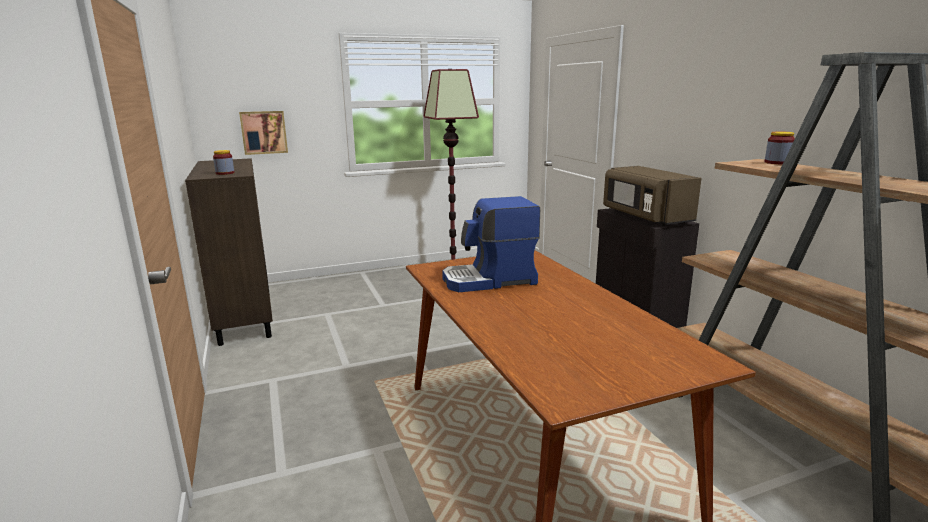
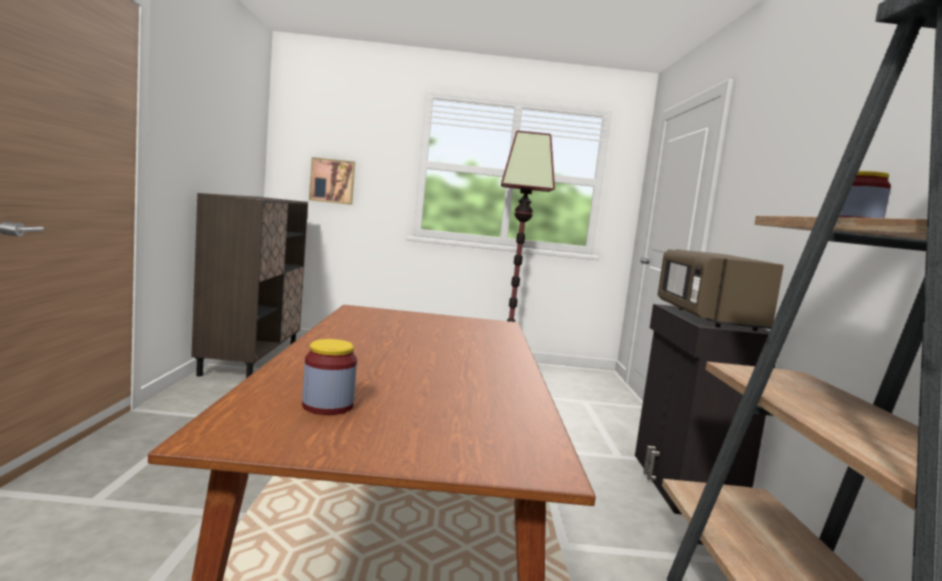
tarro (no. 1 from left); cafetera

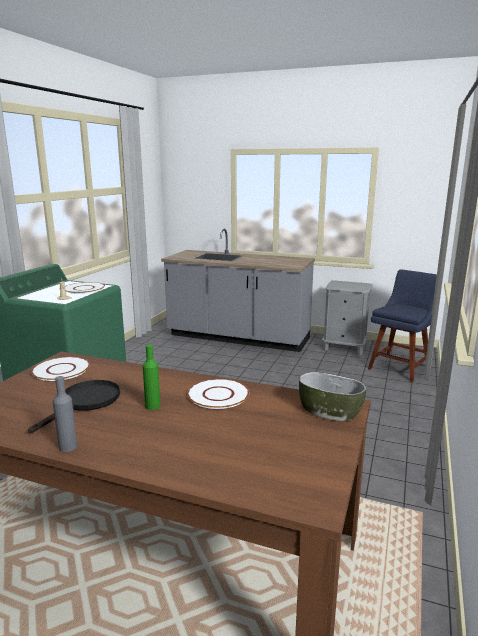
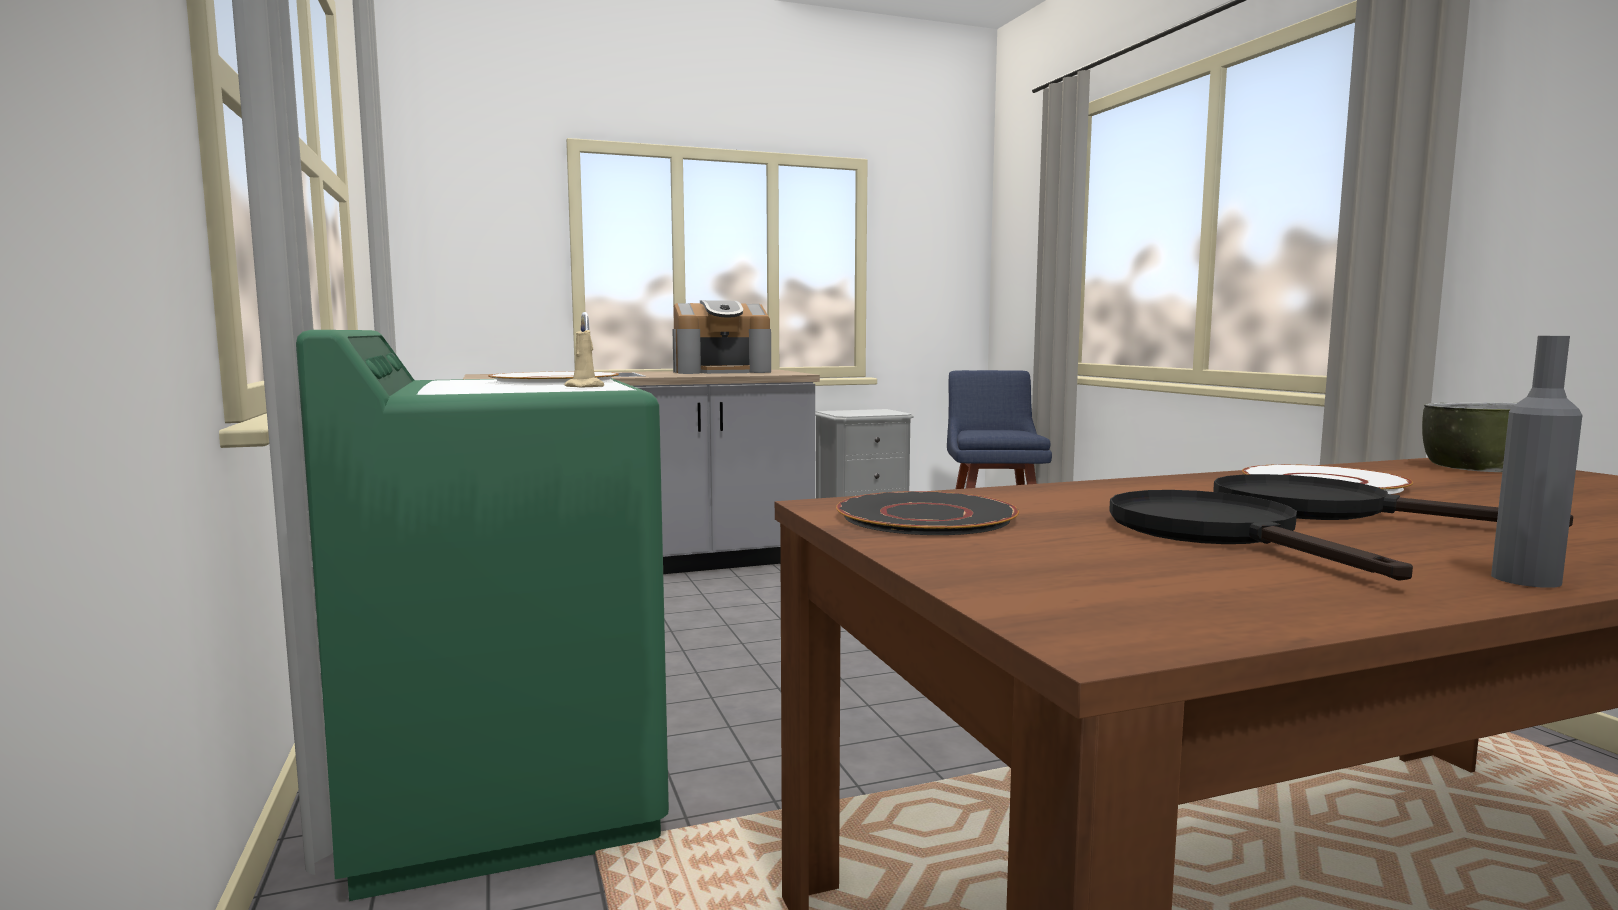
plato/negro; sartén/negro (no. 2 from left); cafetera

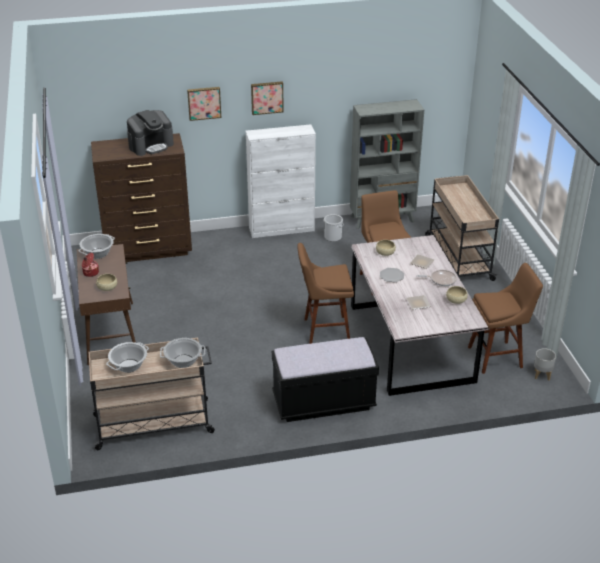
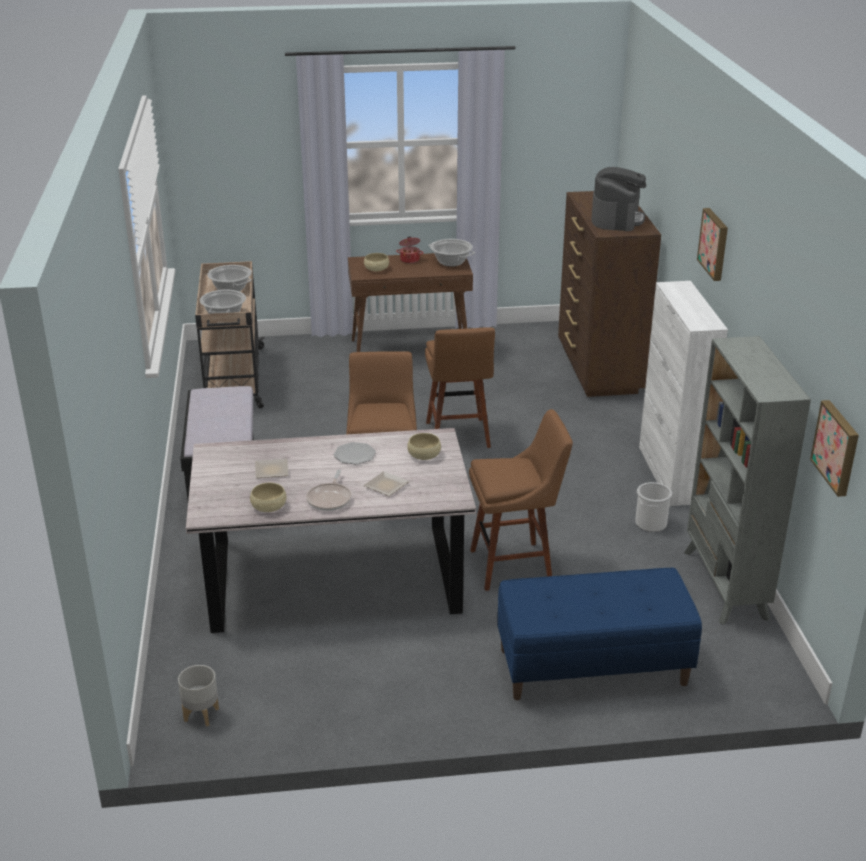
cafetera; cuadro (no. 2 from left); banco/azul; taburete/marrón (no. 2 from left)

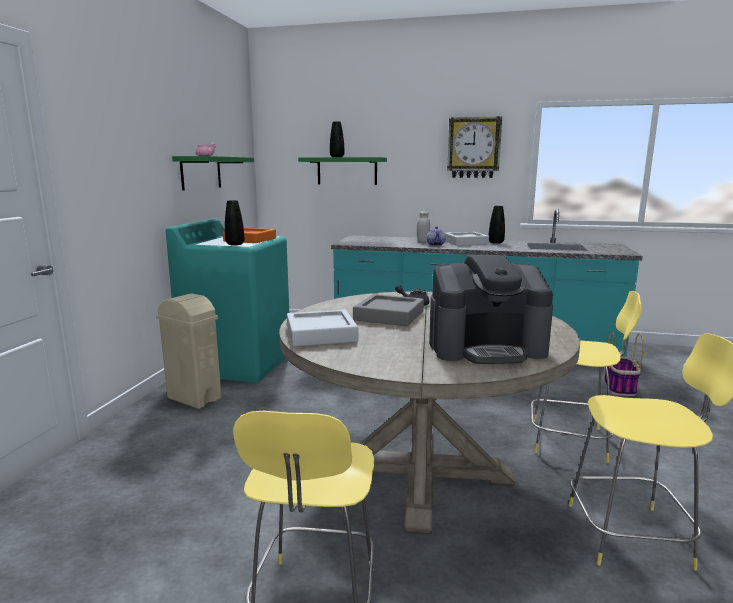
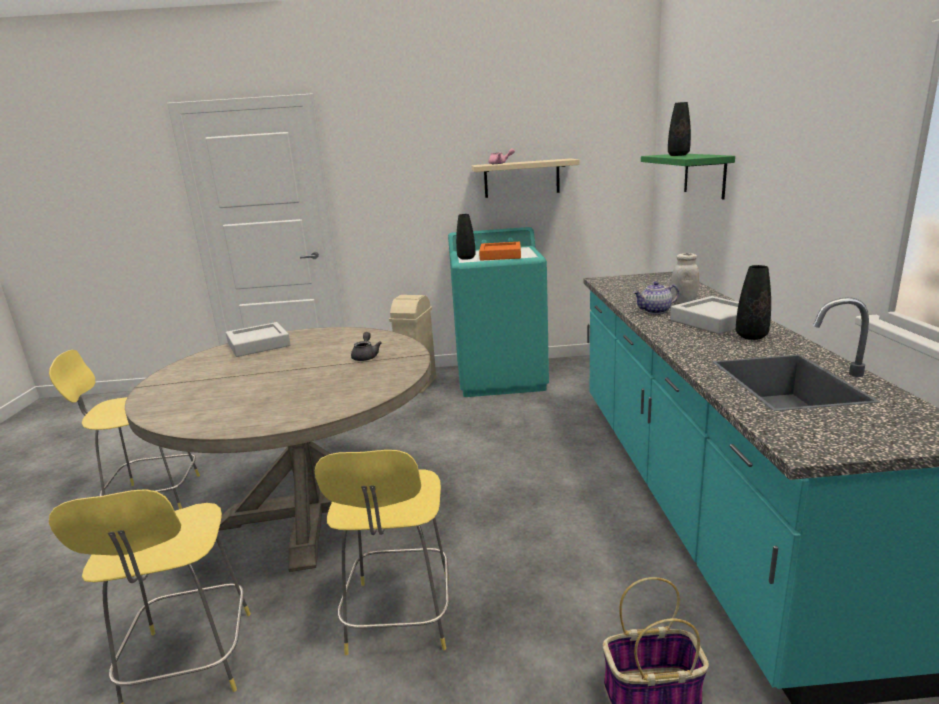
estante/beis; bandeja/gris (no. 2 from left in the first image); cafetera; reloj de pared

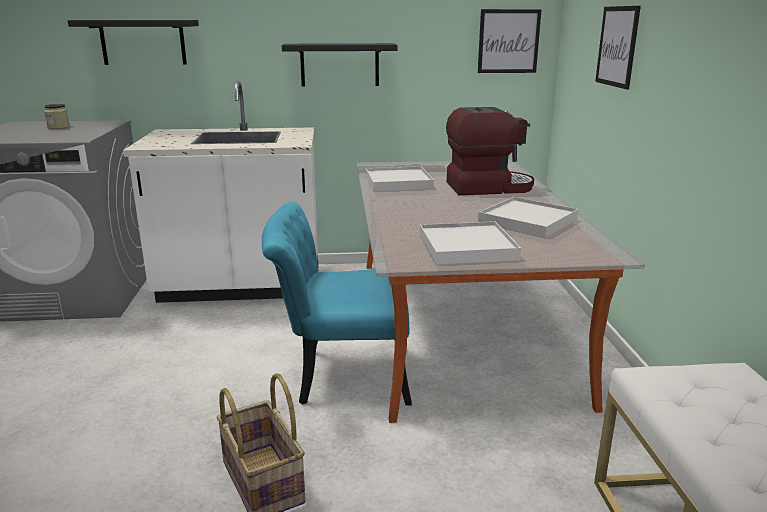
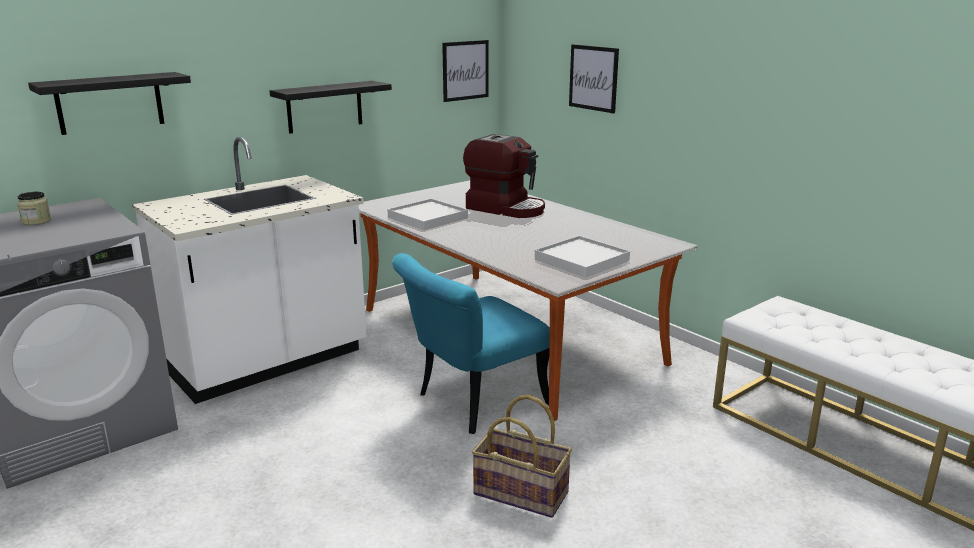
cafetera; bandeja/blanco (no. 3 from left in the first image)

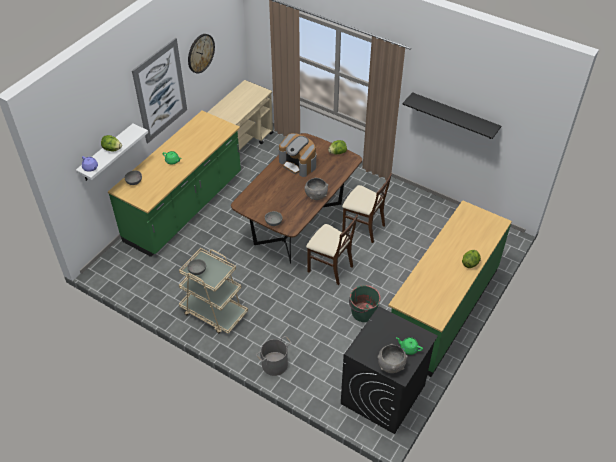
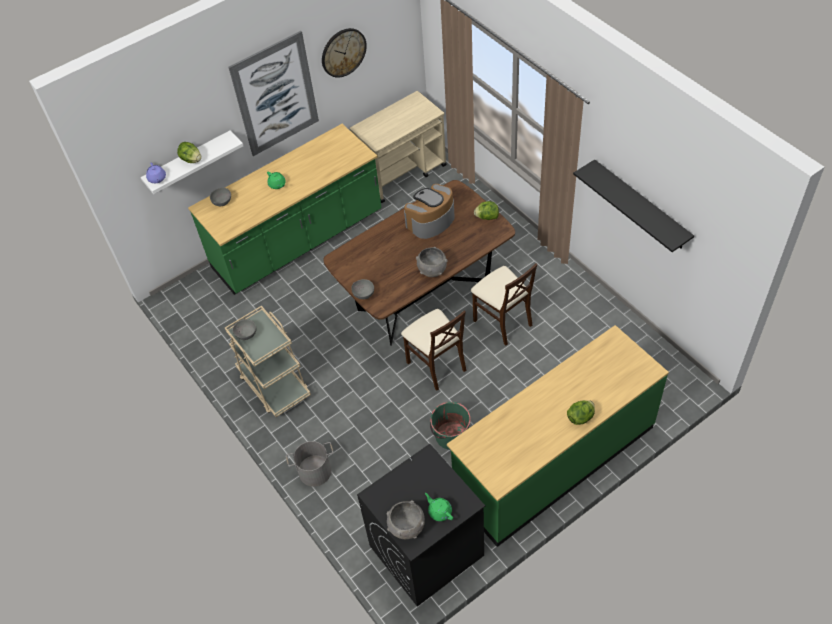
cafetera

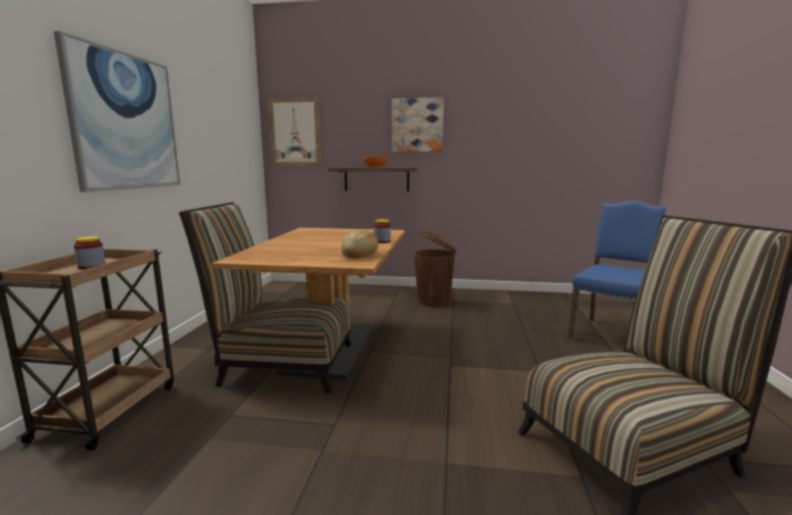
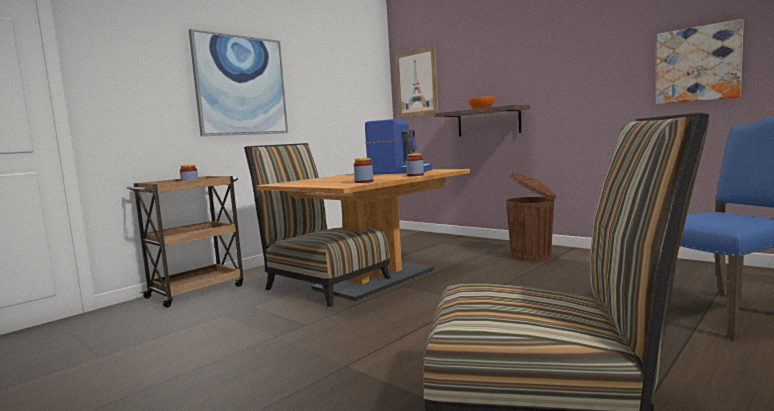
tarro (no. 2 from left); cuadro (no. 3 from left); cafetera

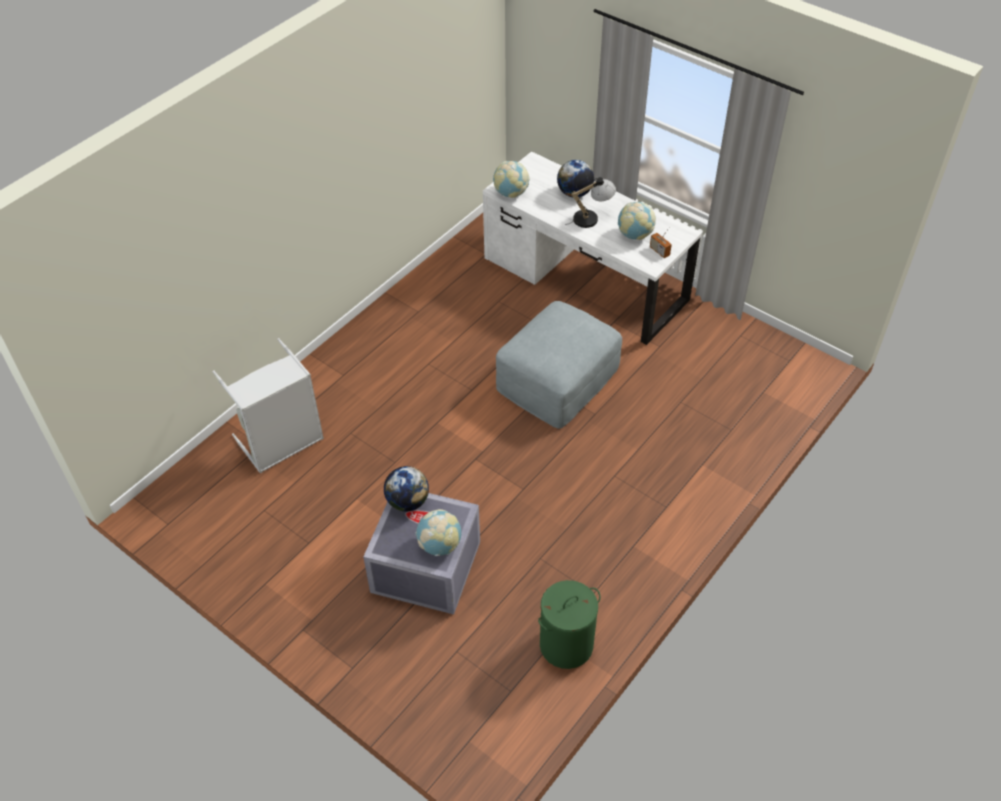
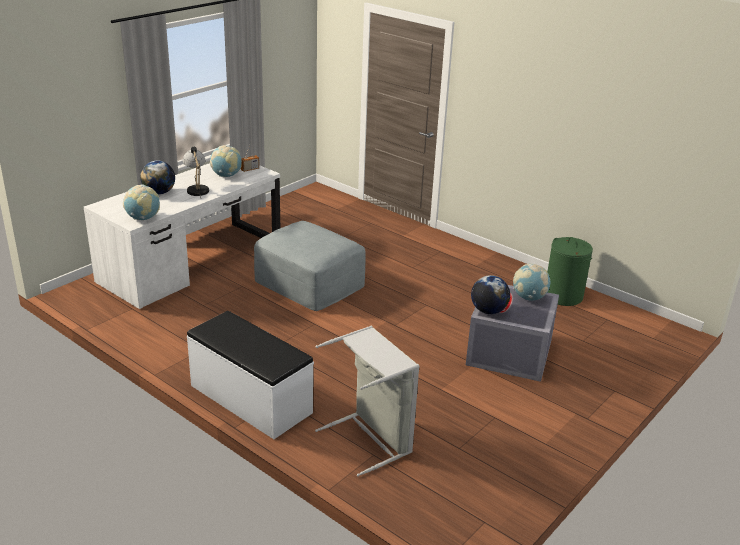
banco/blanco

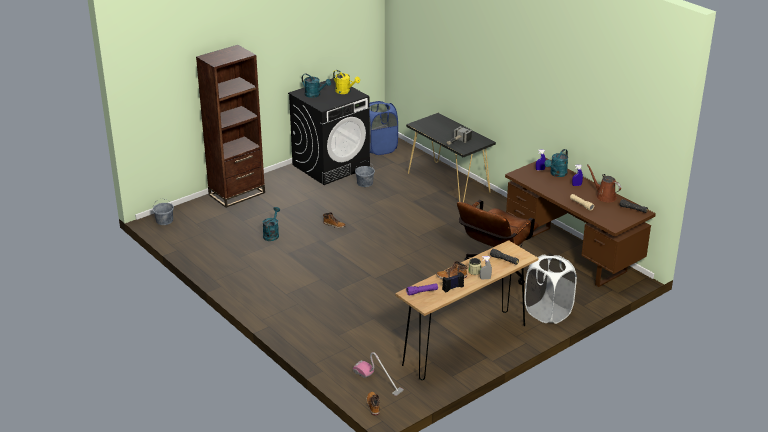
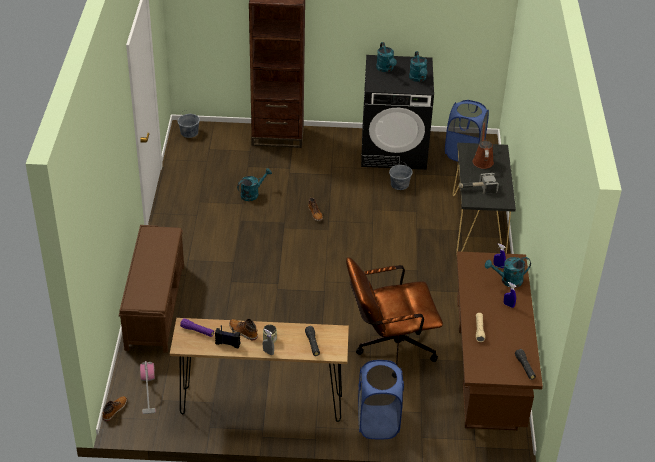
regadera/turquesa (no. 3 from left); cesto de la ropa/azul (no. 1 from left); regadera/marrón; banco/marrón

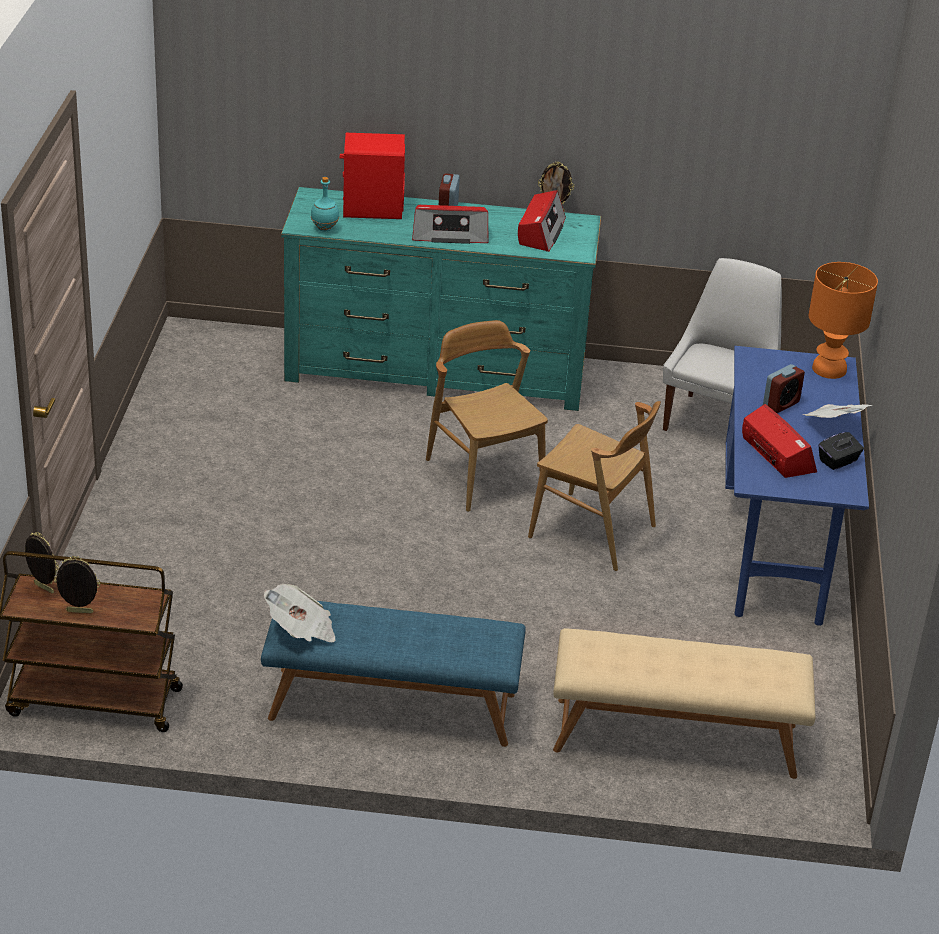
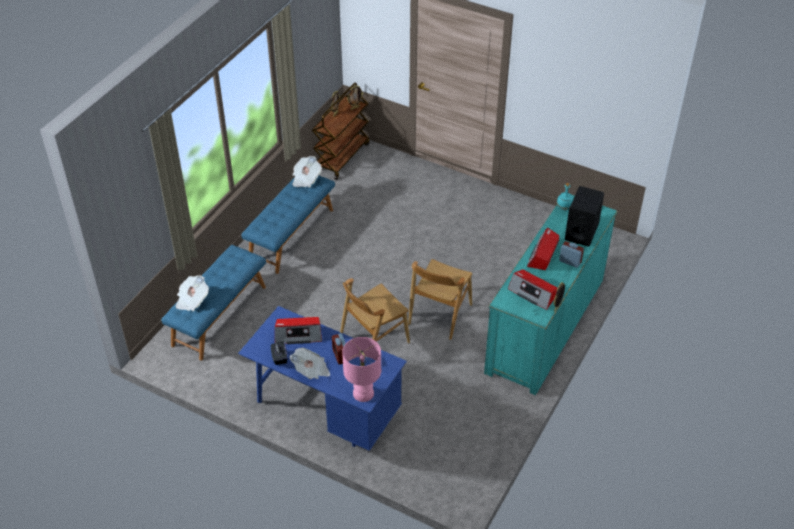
altavoz/negro; silla/marrón (no. 2 from left); banco/azul (no. 1 from left); silla/blanco; lámpara de mesa/rosa; periódico (no. 1 from left)

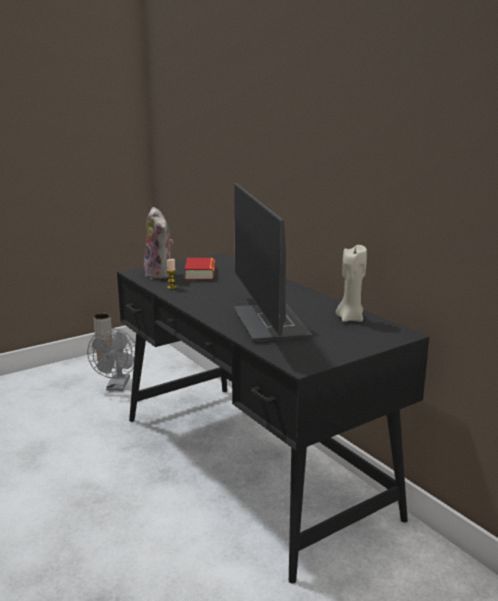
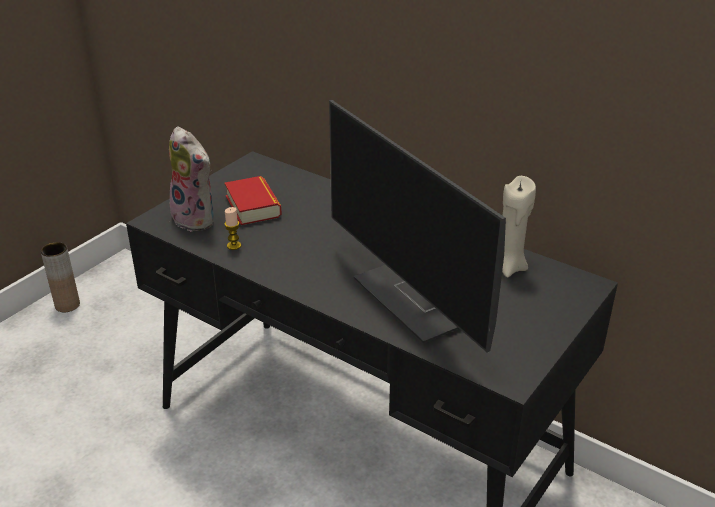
ventilador/gris

